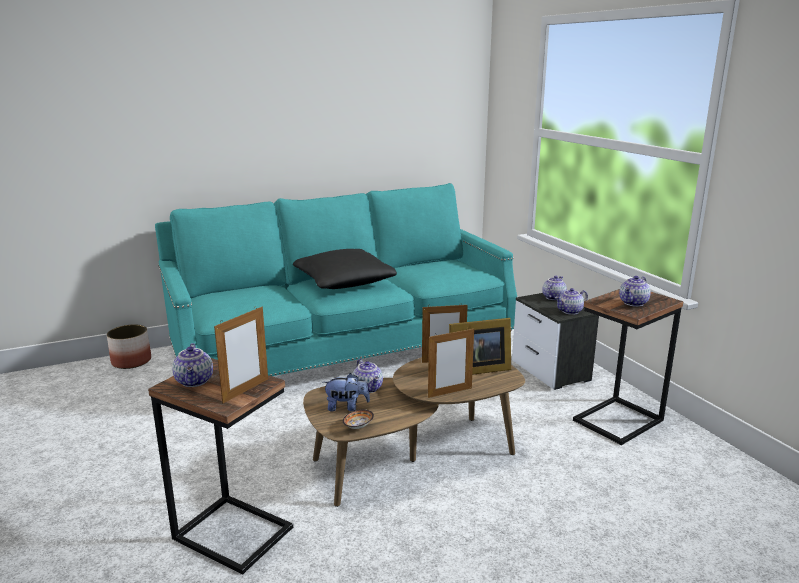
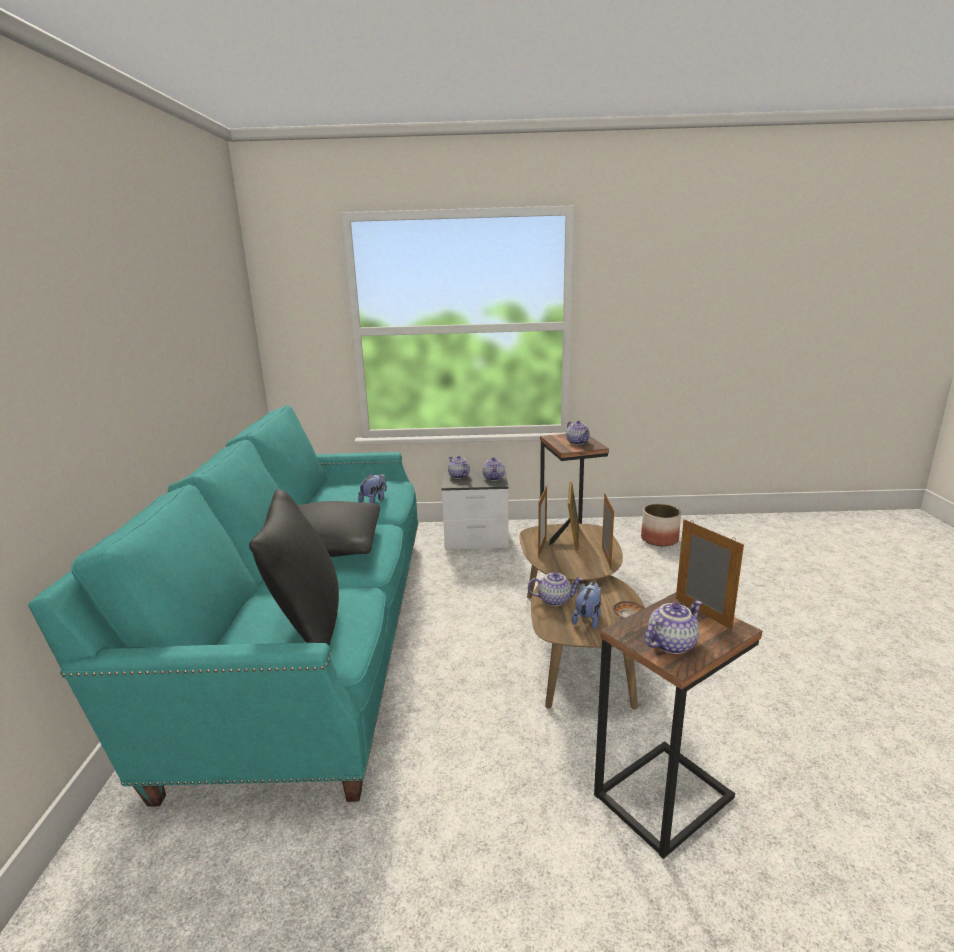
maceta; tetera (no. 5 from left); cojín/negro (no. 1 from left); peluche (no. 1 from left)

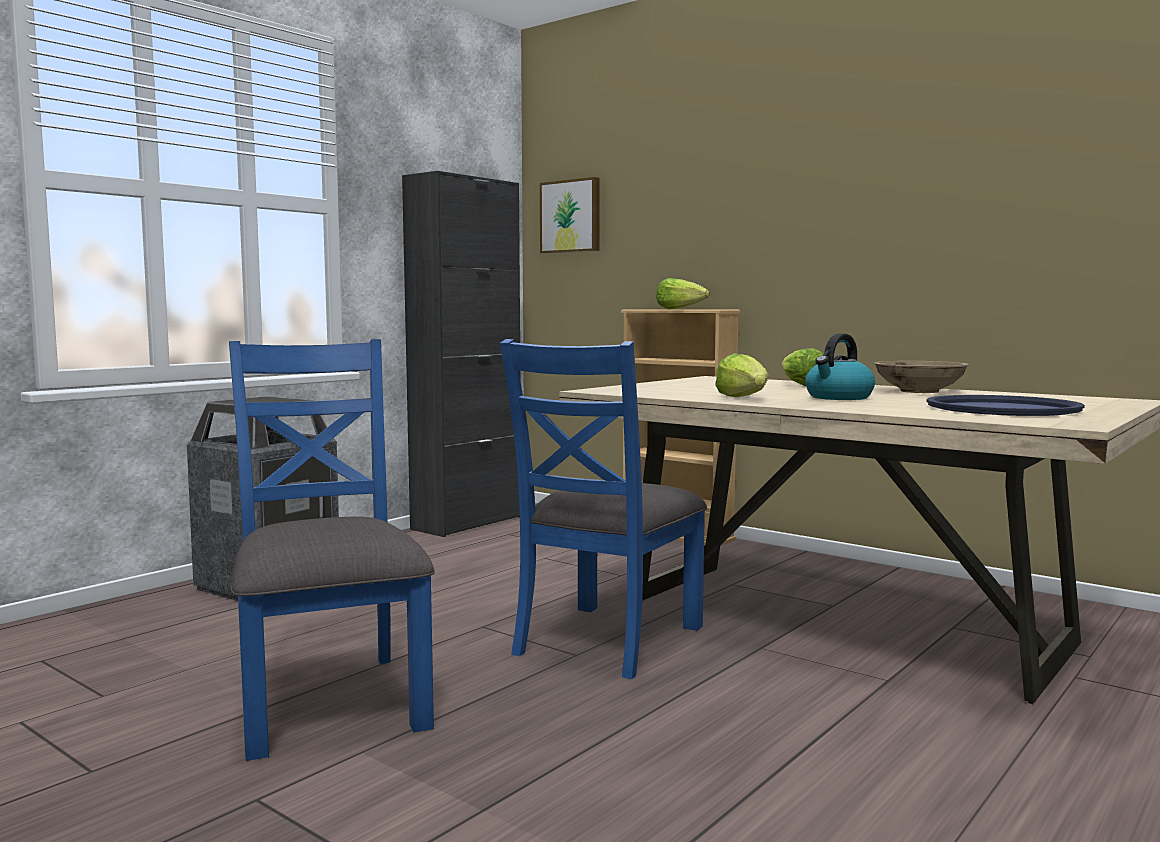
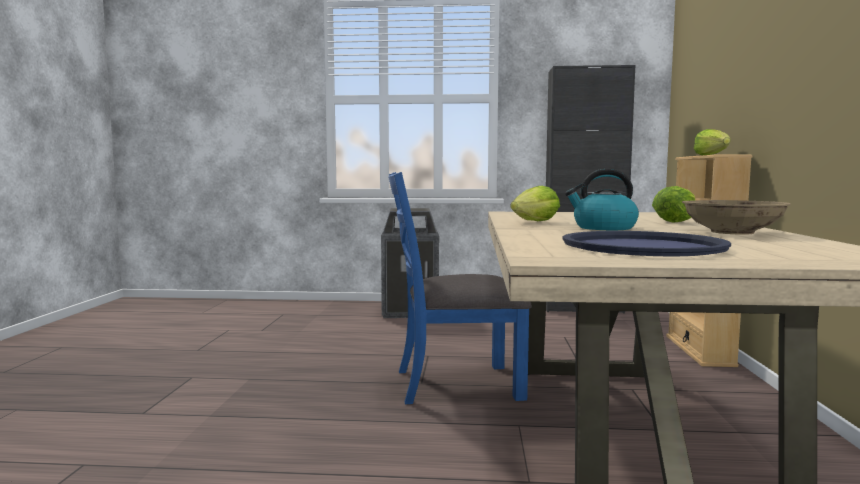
silla/azul (no. 1 from left in the first image); cuadro

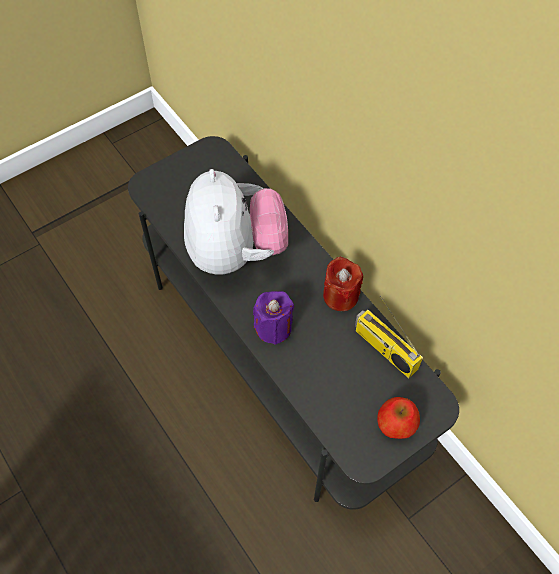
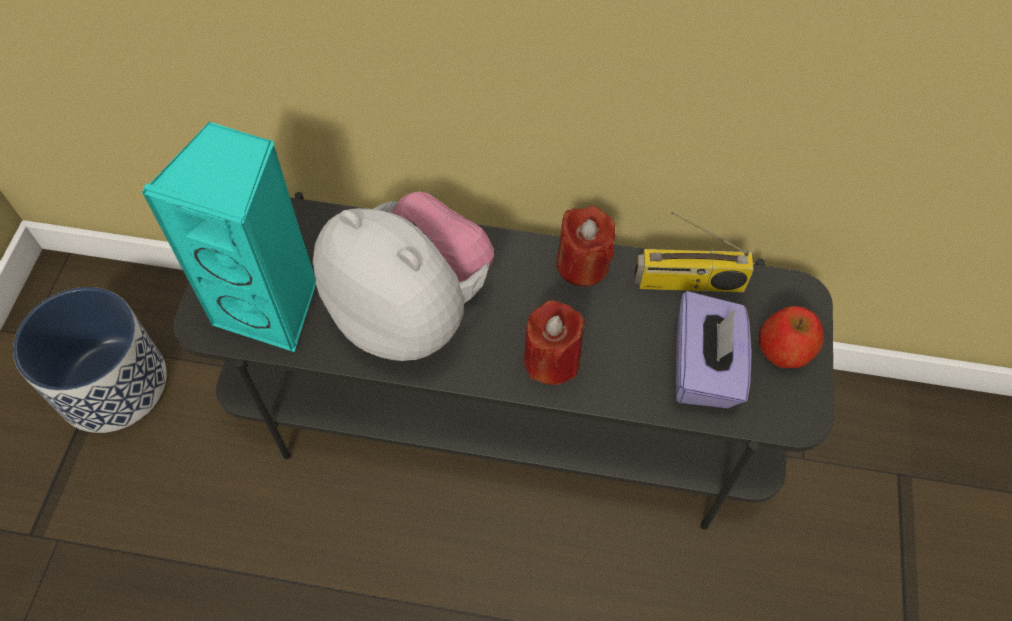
vela/rojo (no. 1 from left); maceta; altavoz/turquesa; caja de pañuelos/morado

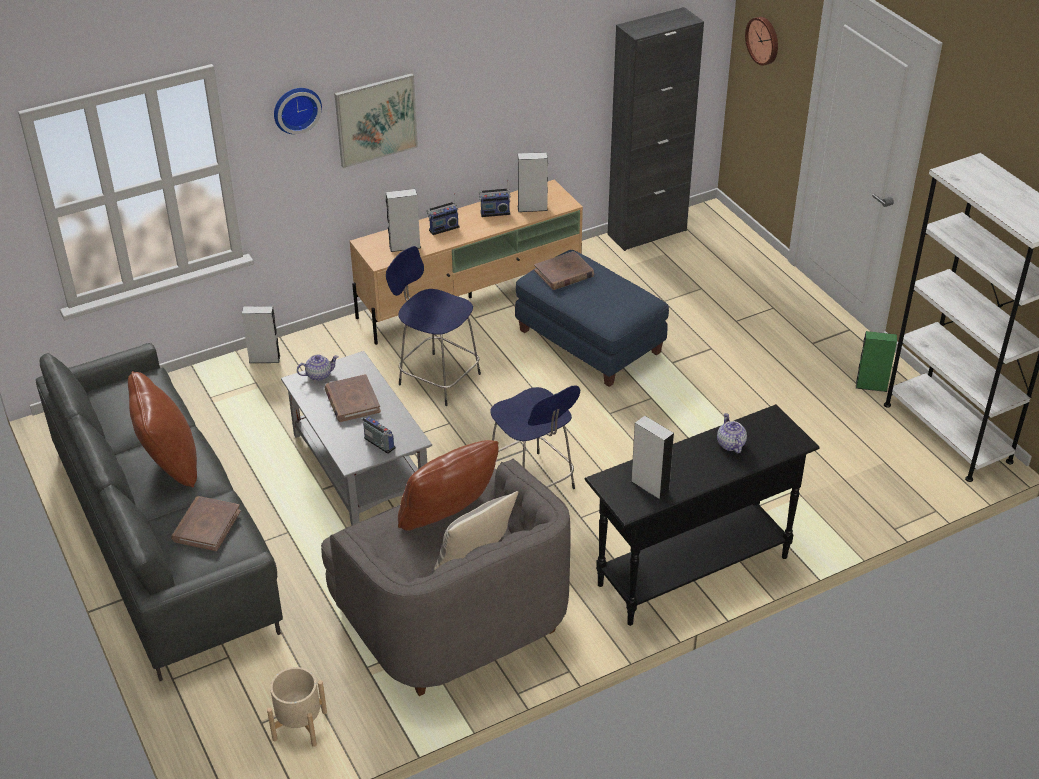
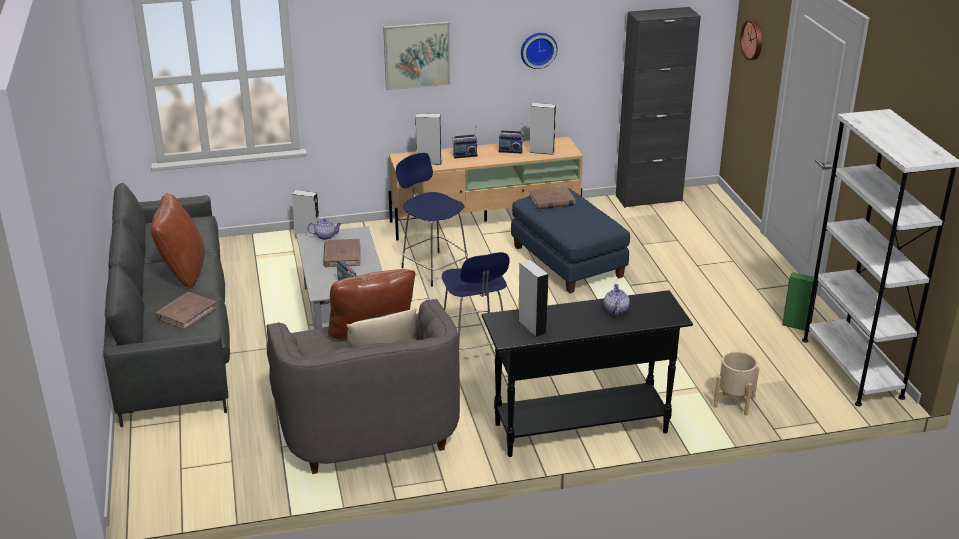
maceta/beis; reloj de pared (no. 1 from left)

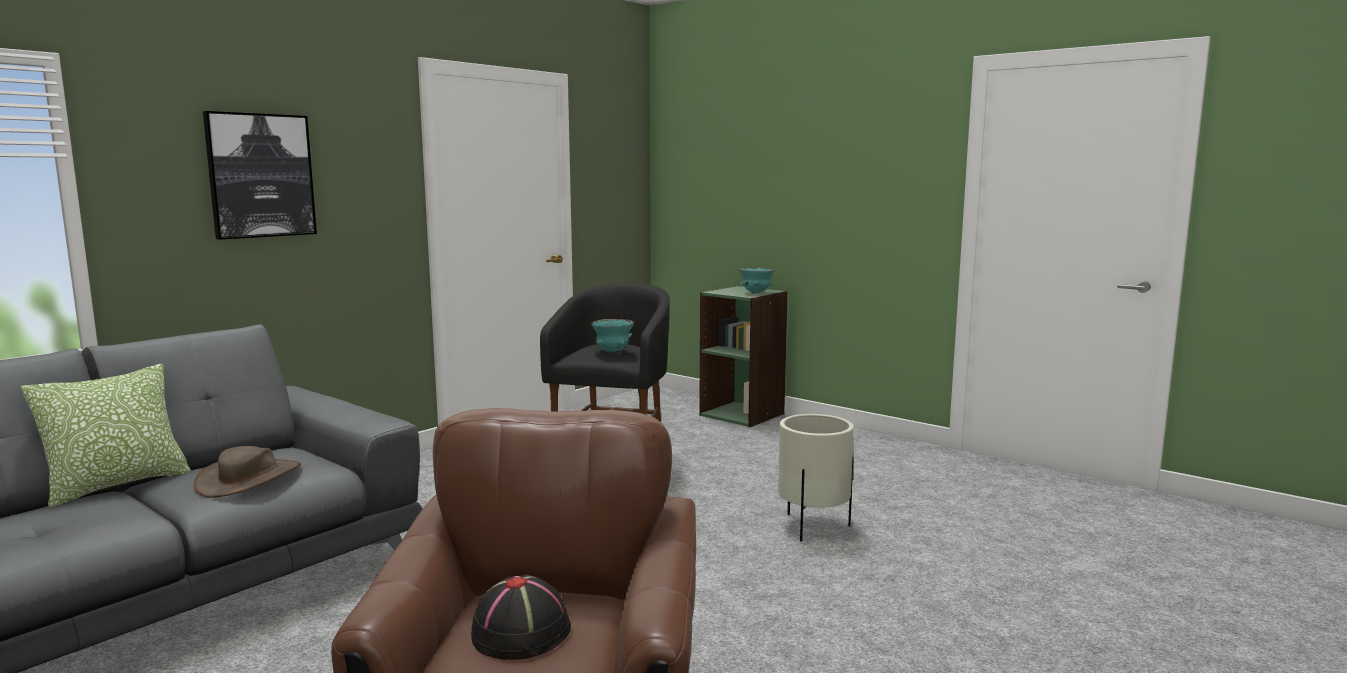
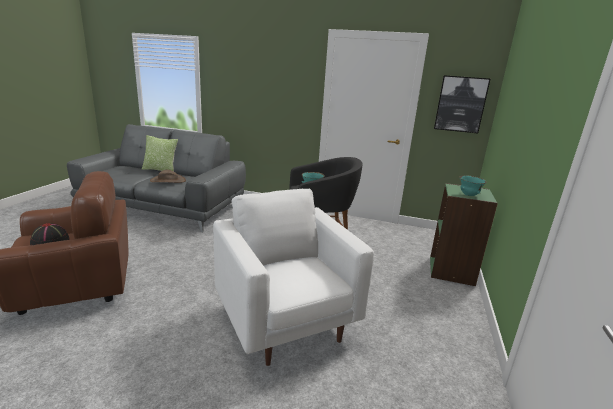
cuadro; sillón/blanco

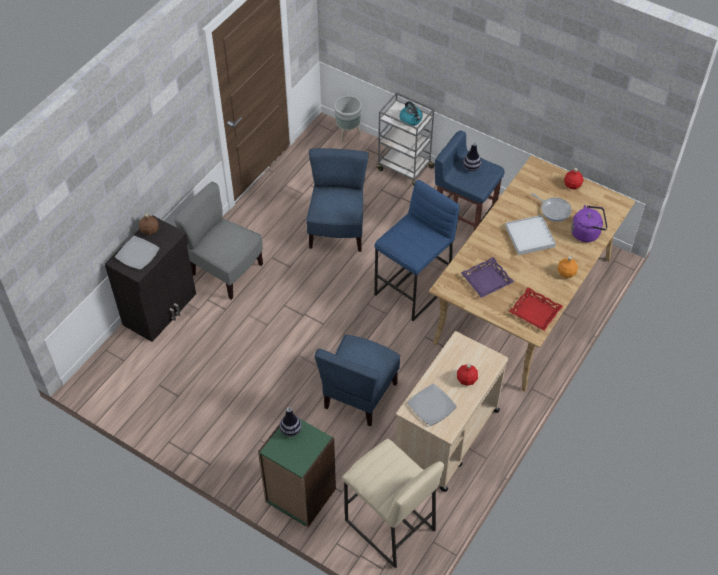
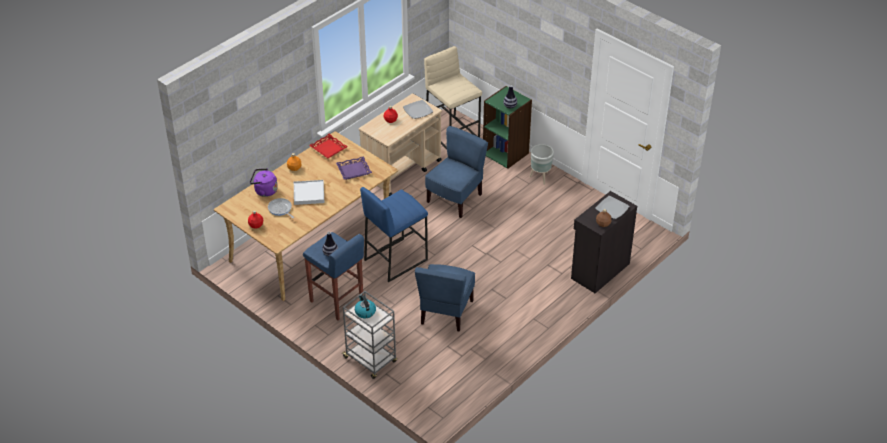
silla/gris; maceta/gris

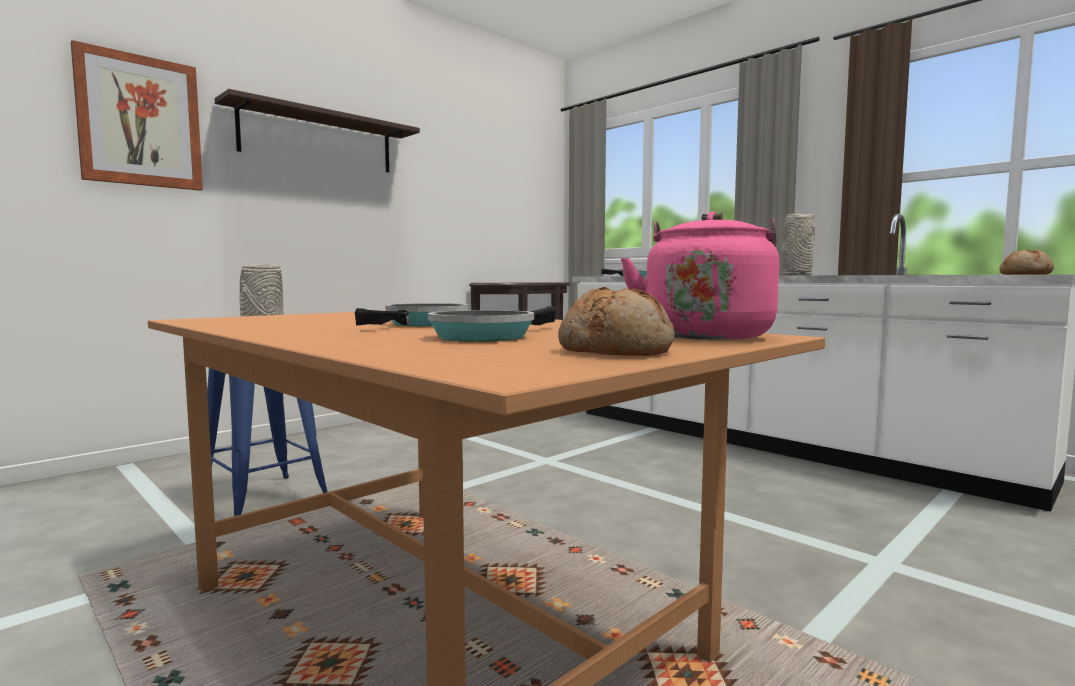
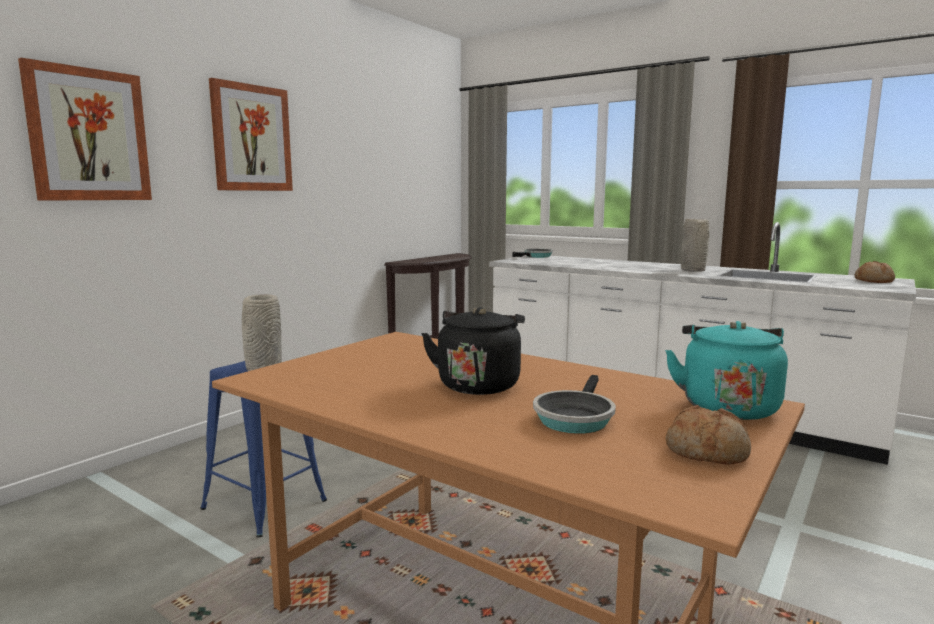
cuadro (no. 2 from left); hervidor/negro; hervidor/turquesa

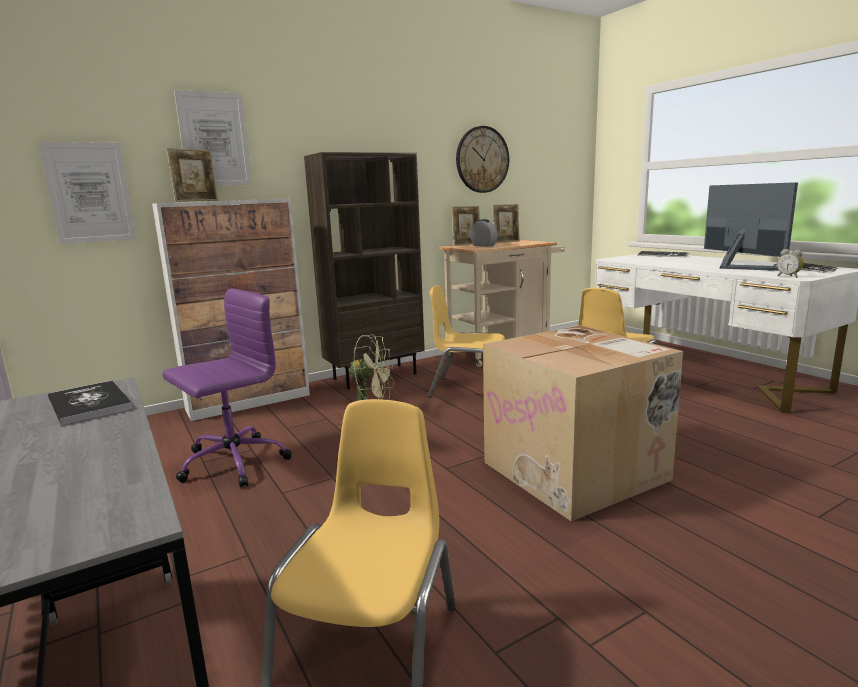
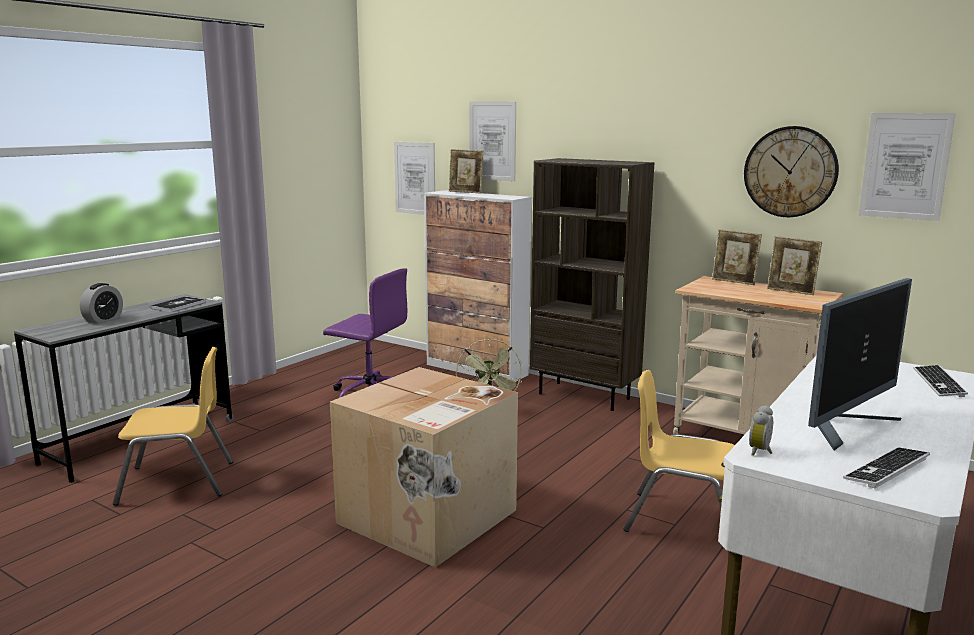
silla/amarillo (no. 2 from left in the first image); despertador (no. 1 from left); cuadro (no. 3 from left)

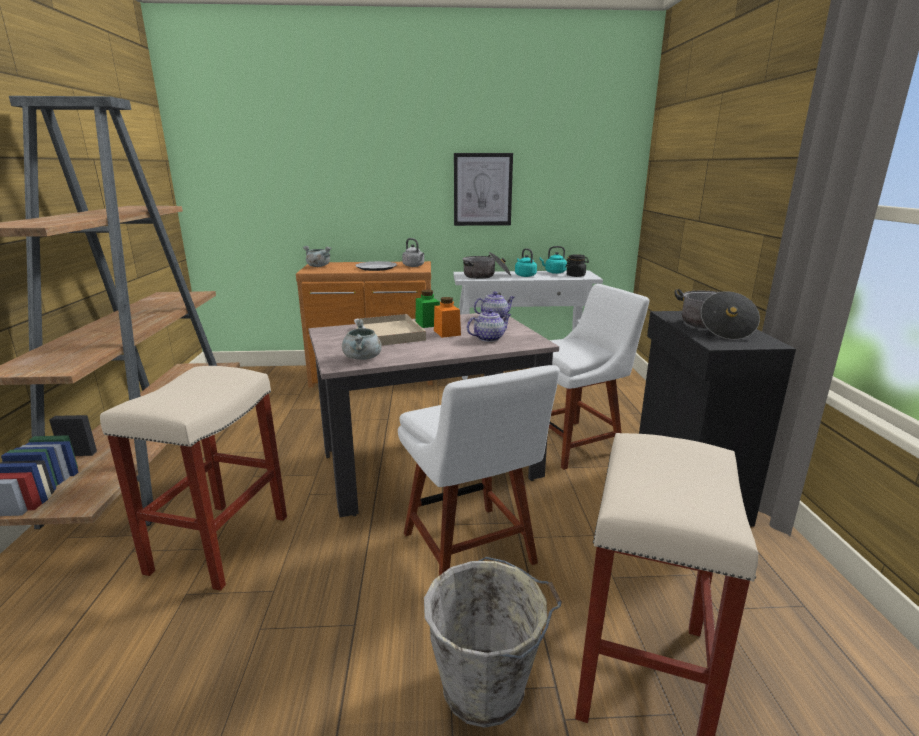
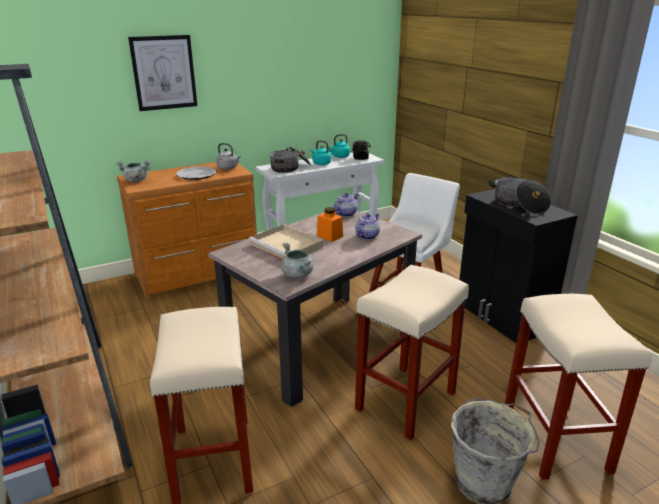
taburete/beis (no. 2 from left); tarro/verde; cuadro

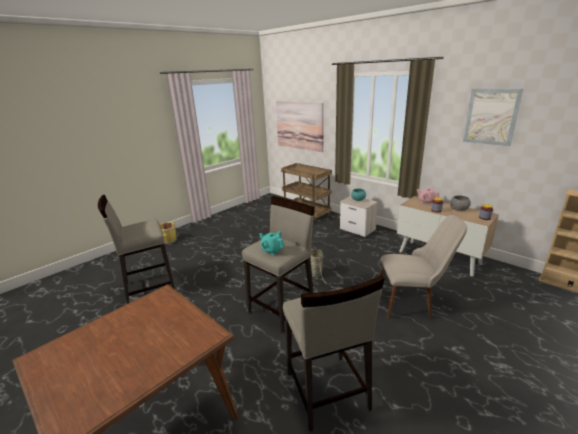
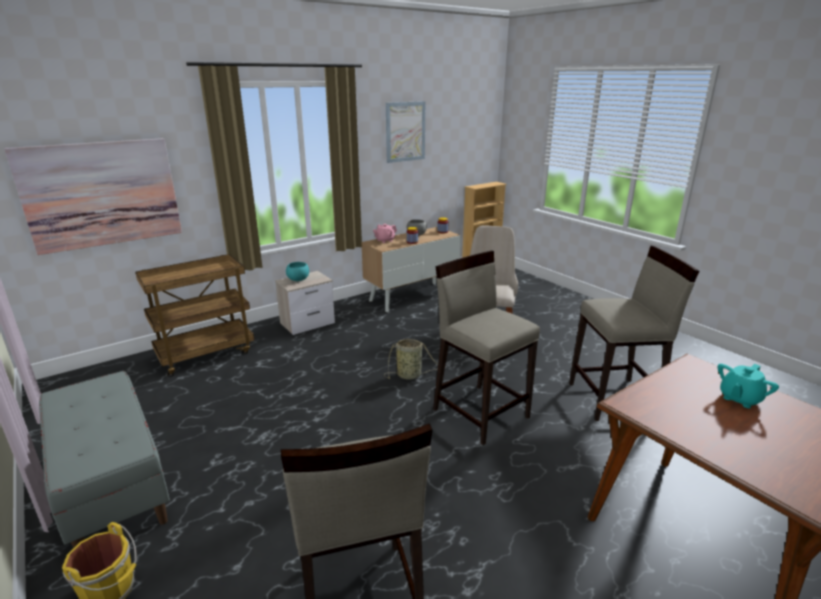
tetera/turquesa; banco/gris

